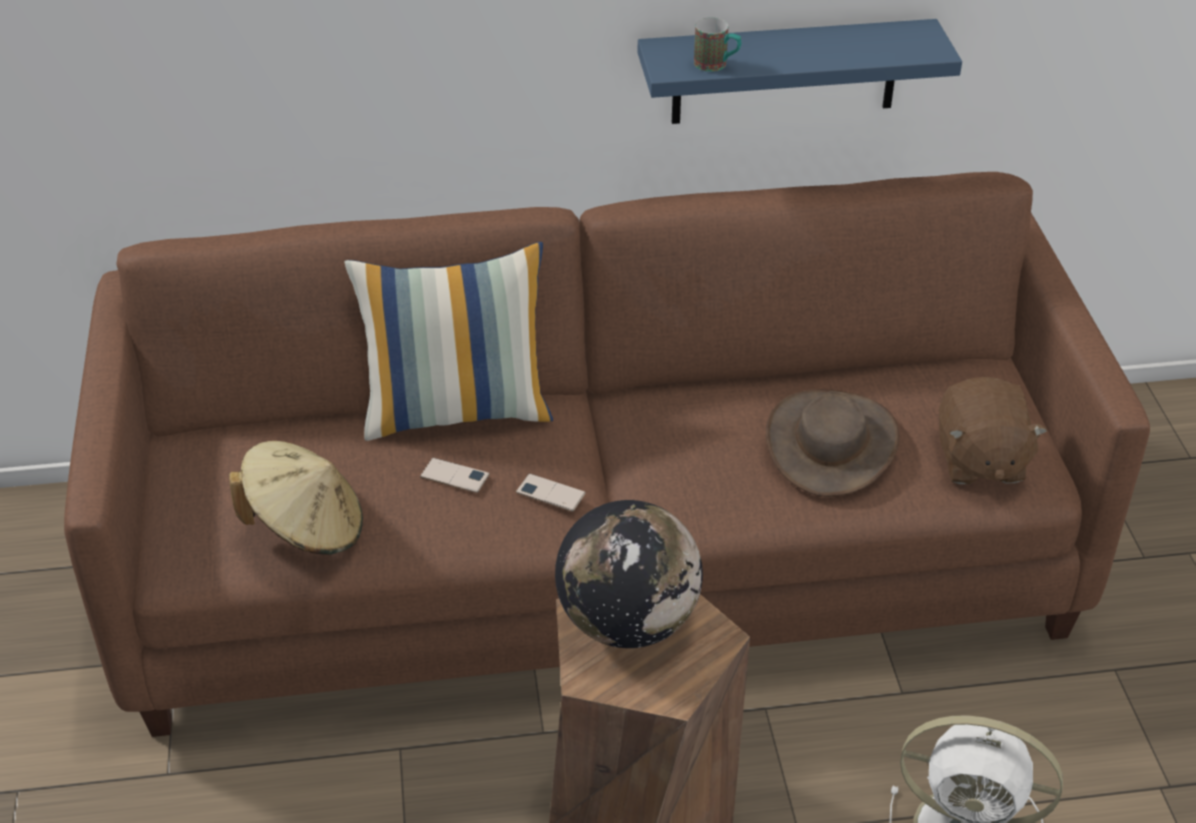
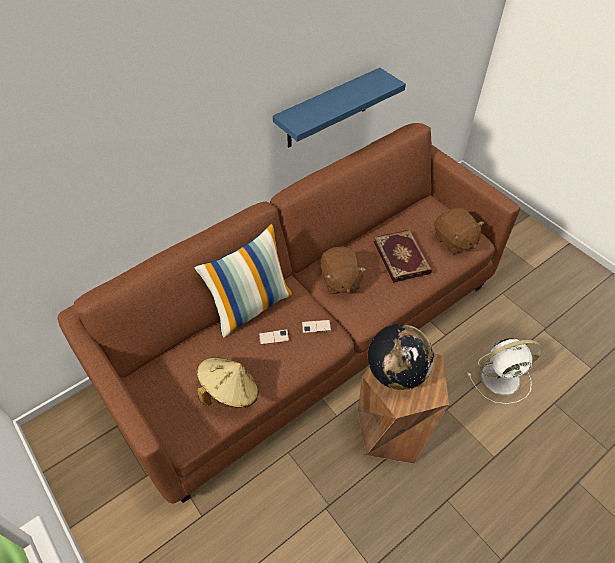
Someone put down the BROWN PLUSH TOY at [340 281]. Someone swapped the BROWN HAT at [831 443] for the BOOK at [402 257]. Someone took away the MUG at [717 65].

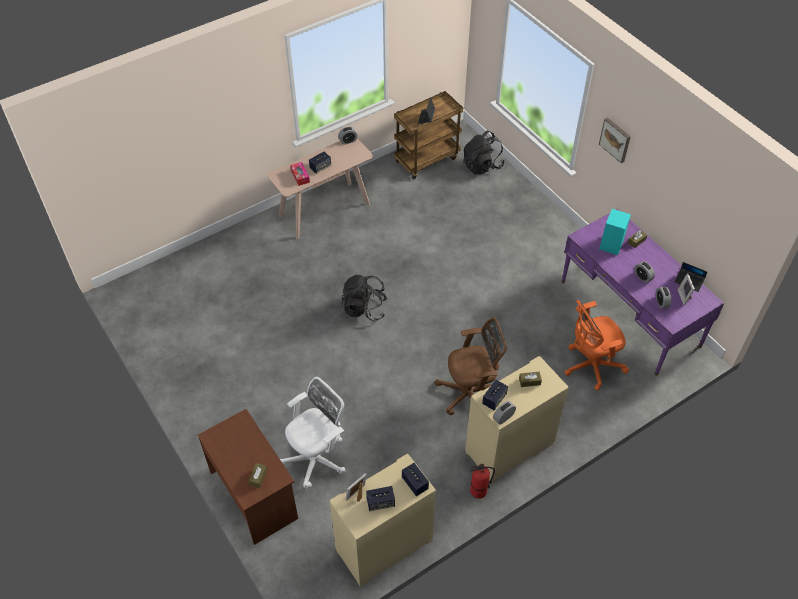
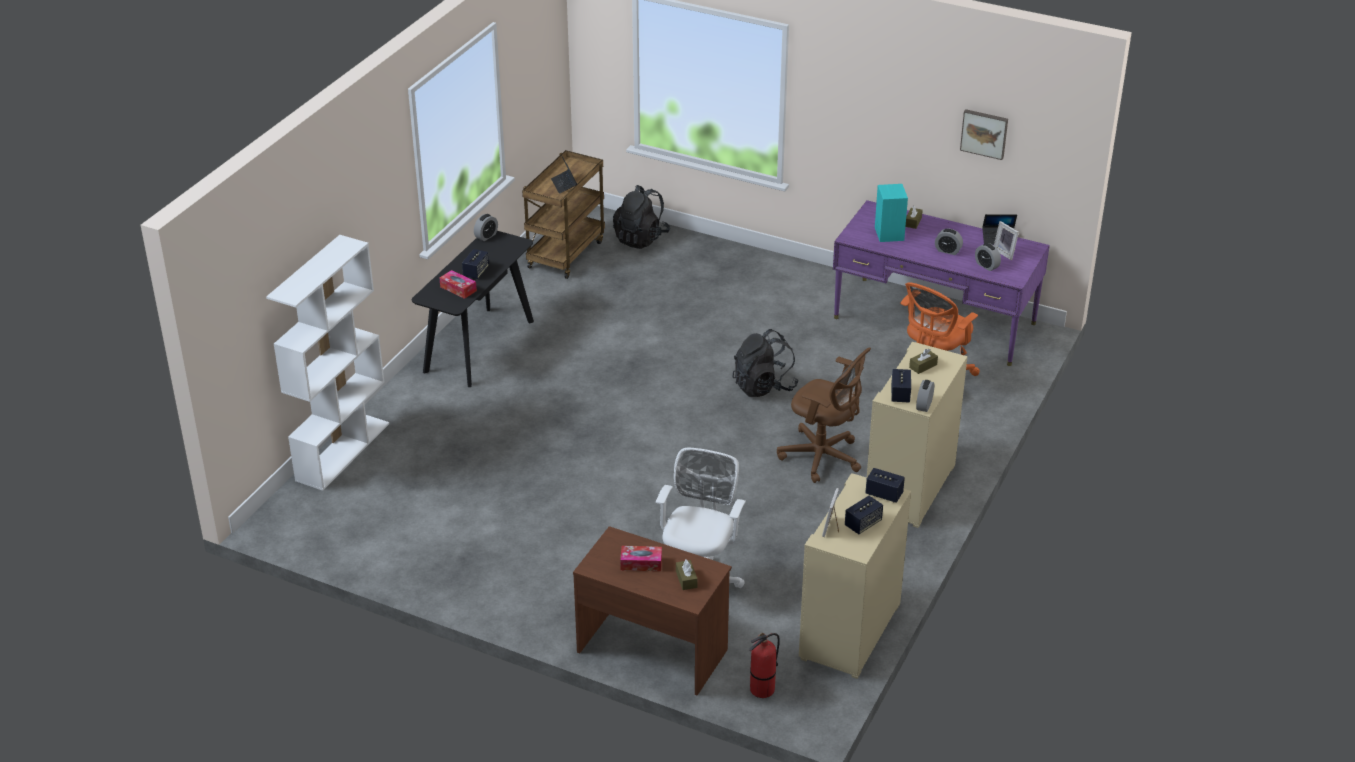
Someone put down the WHITE BOOKCASE at [342 451]. Someone repainted the BEIGE CONSOLE TABLE at [324 210], which became the BLACK CONSOLE TABLE at [479 346]. Someone put down the TISSUE BOX at [641 563]. Someone carried the BLACK BACKPACK from [364 308] to [764 386]. Someone carried the FIRE EXTINGUISHER from [478 491] to [762 690]. Someone rotated the BROWN OFFICE CHAIR at [470 394] by 75 degrees clockwise. Someone carried the PICTURE from [615 139] to [984 133].

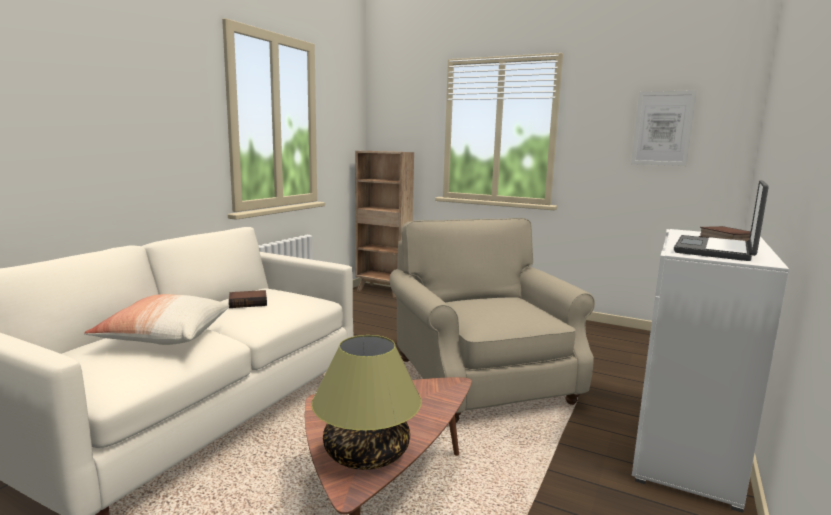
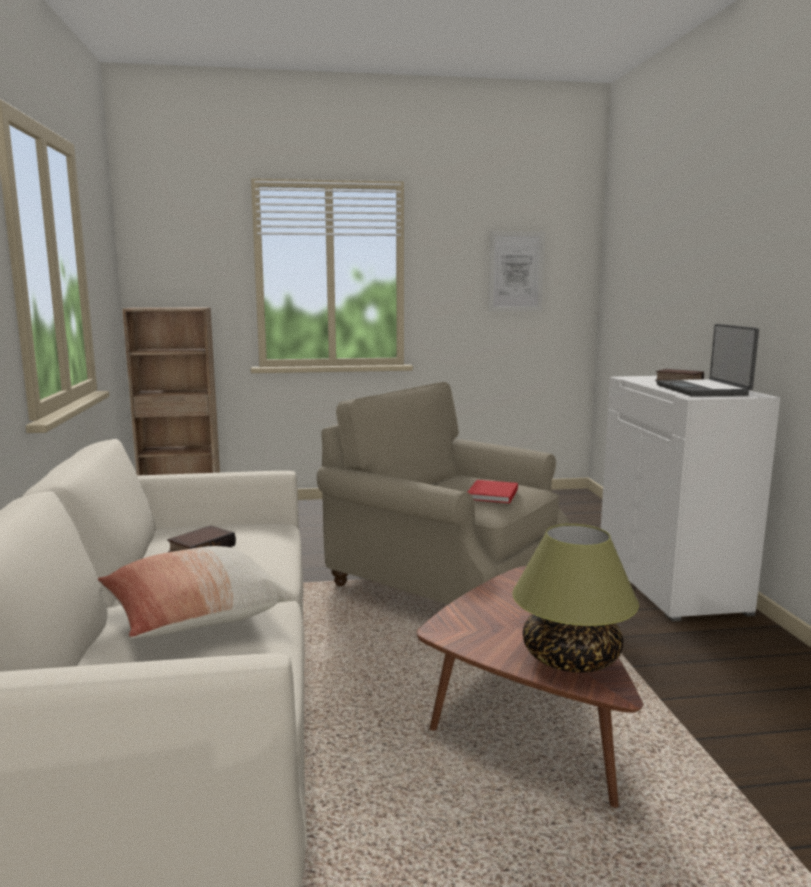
Someone put down the RED BOOK at [492 494].

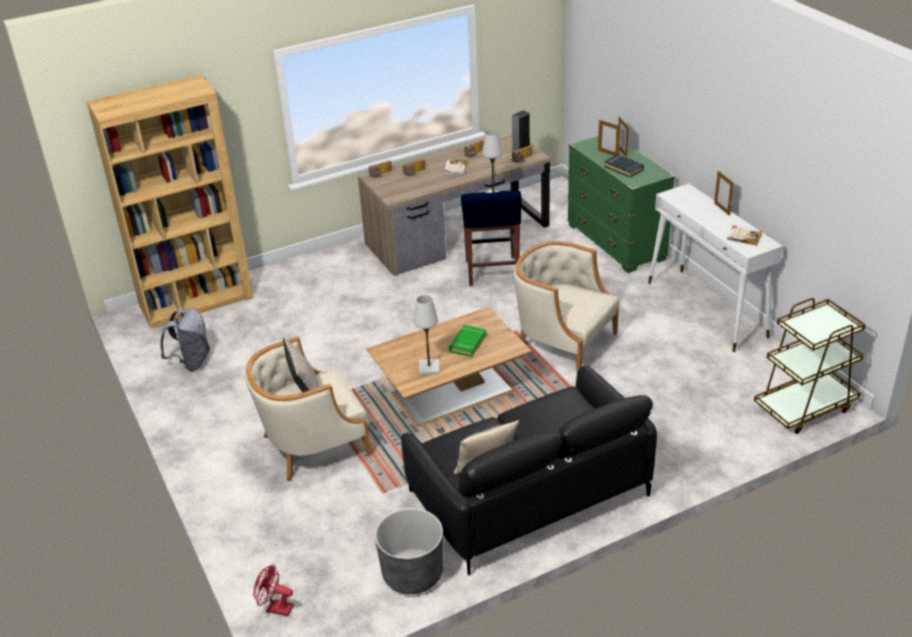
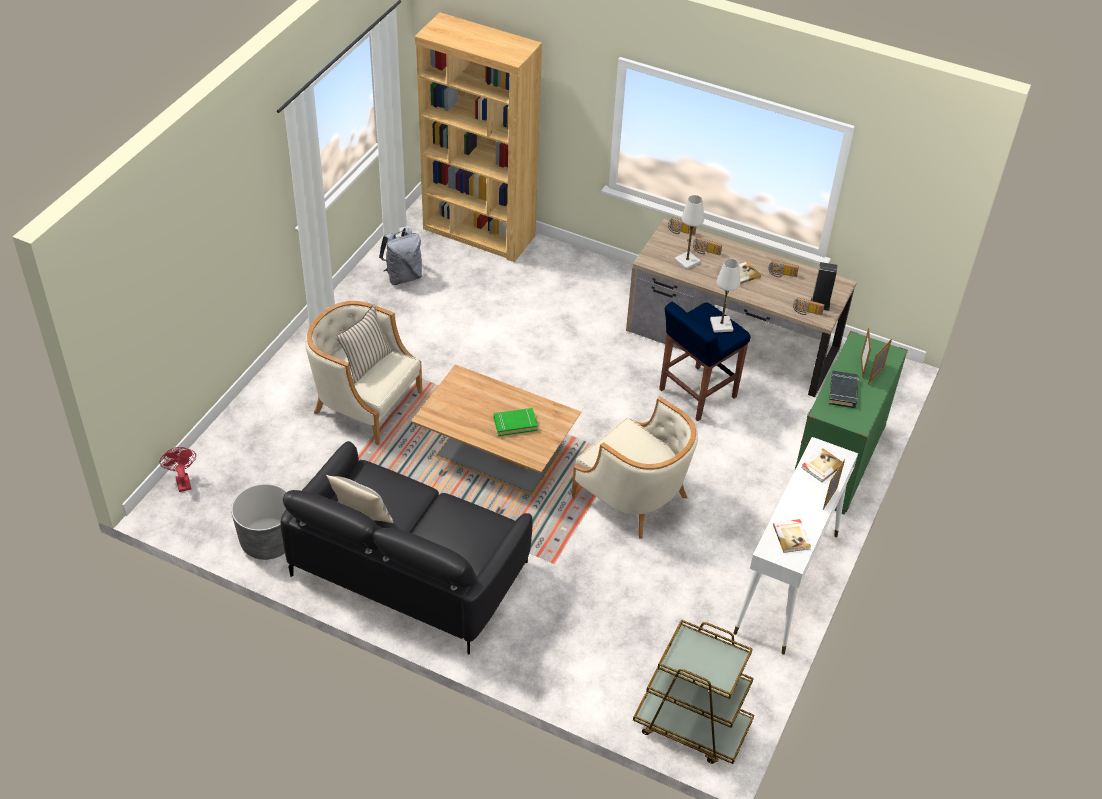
Someone rotated the BEIGE ARMCHAIR at [563 342] by 135 degrees clockwise. Someone carried the WHITE TABLE LAMP from [429 368] to [687 261]. Someone put down the BOOK at [821 466].

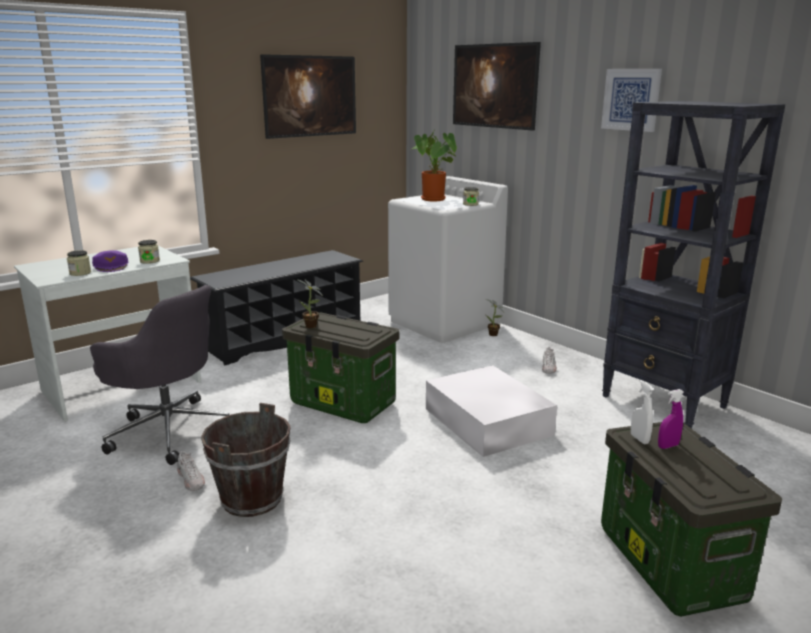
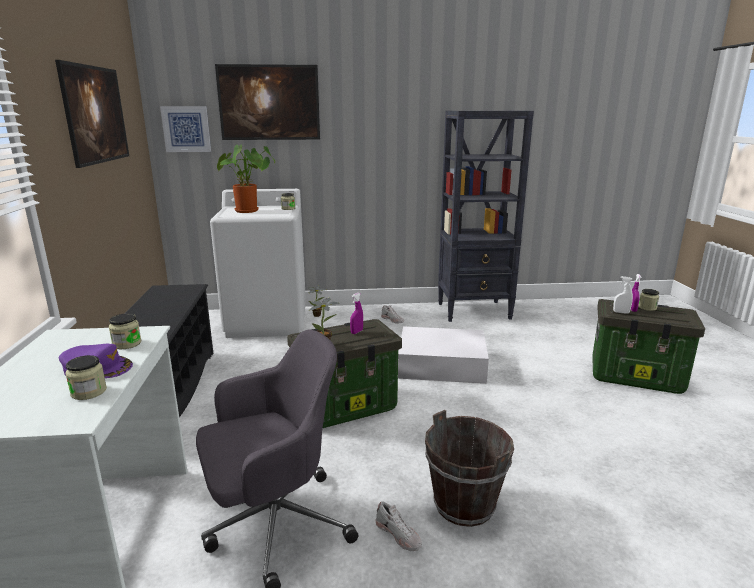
Someone carried the PICTURE from [631 99] to [186 129]. Someone put down the PURPLE SPRAY BOTTLE at [357 332]. Someone rotated the WHITE SHOE at [191 480] by 45 degrees clockwise. Someone put down the JAR at [647 308].

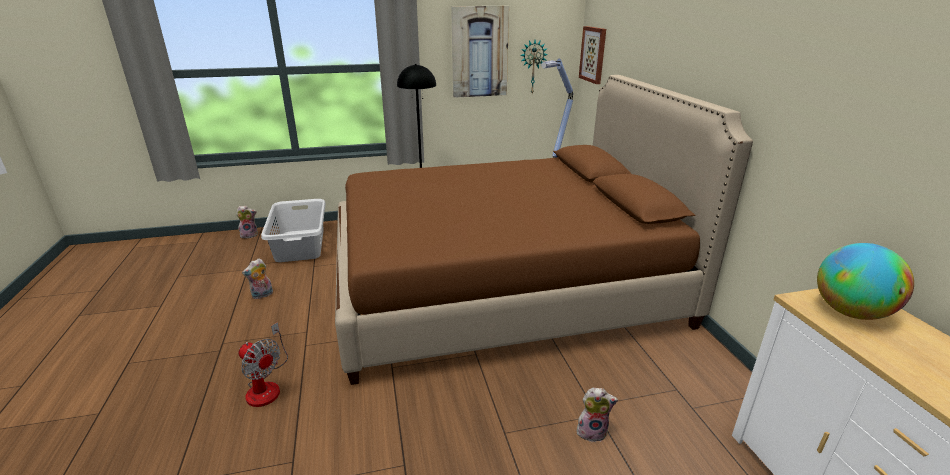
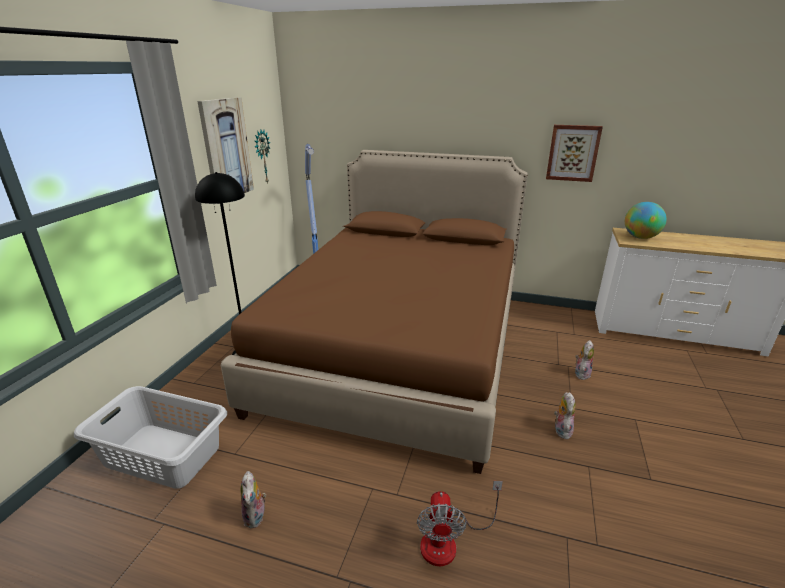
Someone rotated the FAN at [266 386] by 120 degrees clockwise. Someone carried the PICTURE from [593 54] to [573 153]. Someone carried the PLUSH TOY from [250 235] to [561 430].

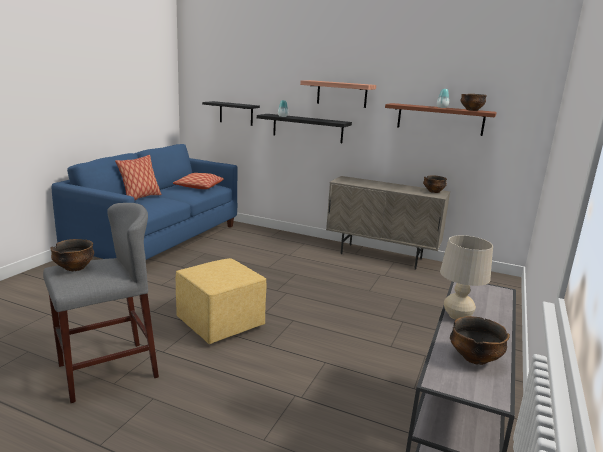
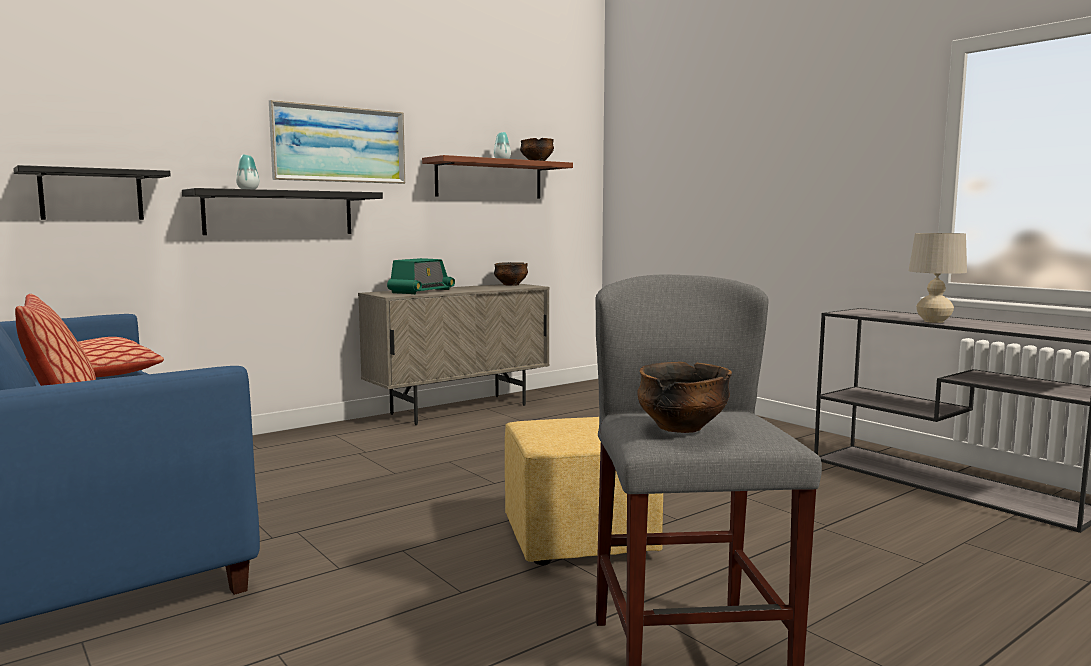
Someone swapped the SHELF at [341 94] for the PICTURE at [339 144]. Someone put down the RADIO at [421 291]. Someone took away the BOWL at [474 358].

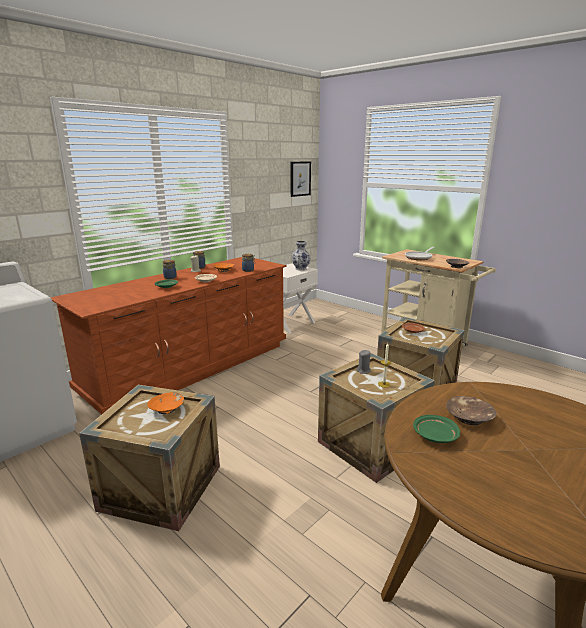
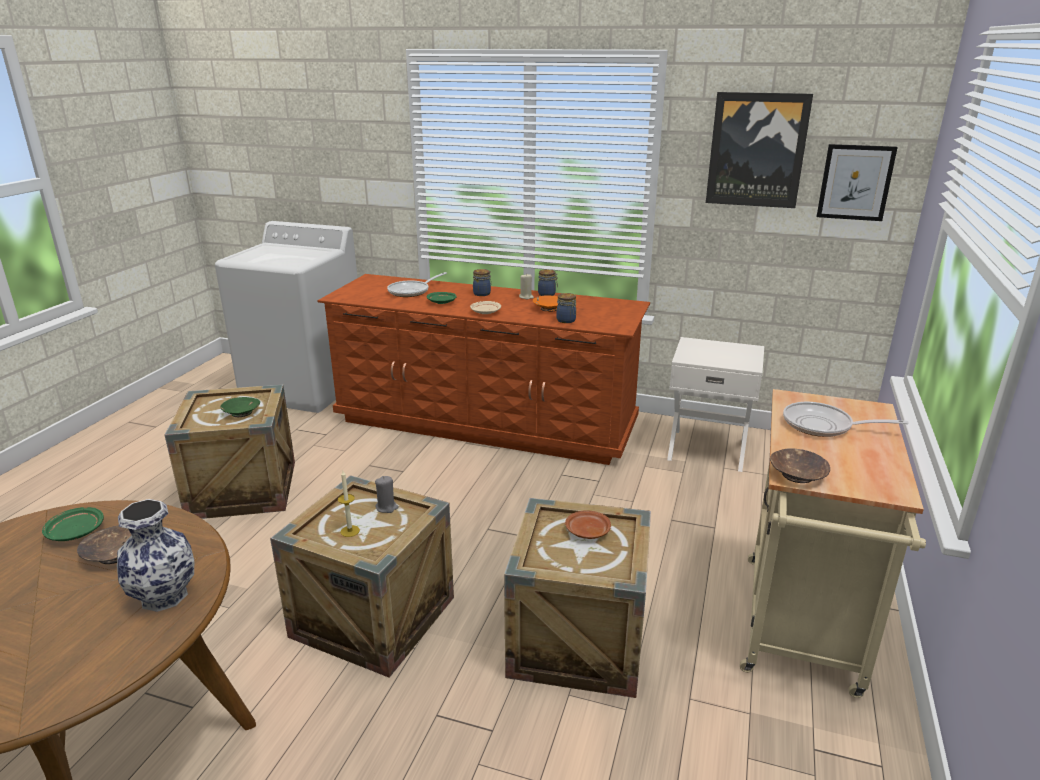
Someone carried the VASE from [301 269] to [165 596]. Someone repainted the ORANGE BOWL at [167 409], which became the GREEN BOWL at [241 413]. Someone put down the FRYING PAN at [412 291]. Someone put up the PICTURE at [757 150].

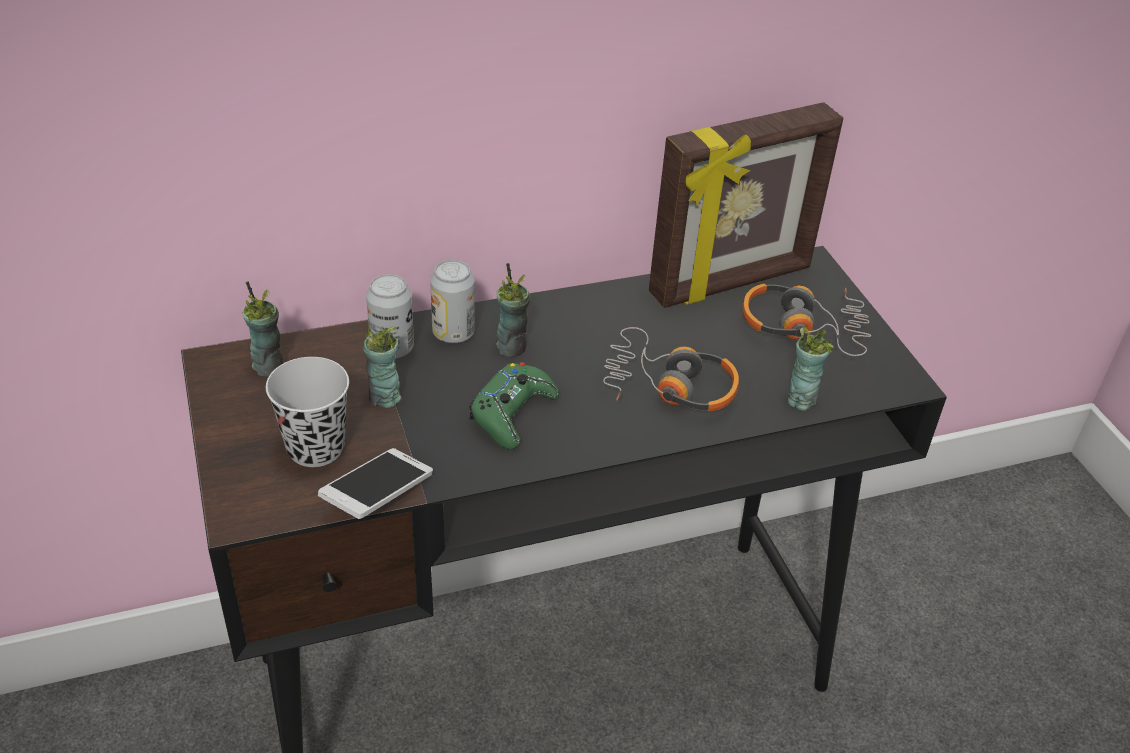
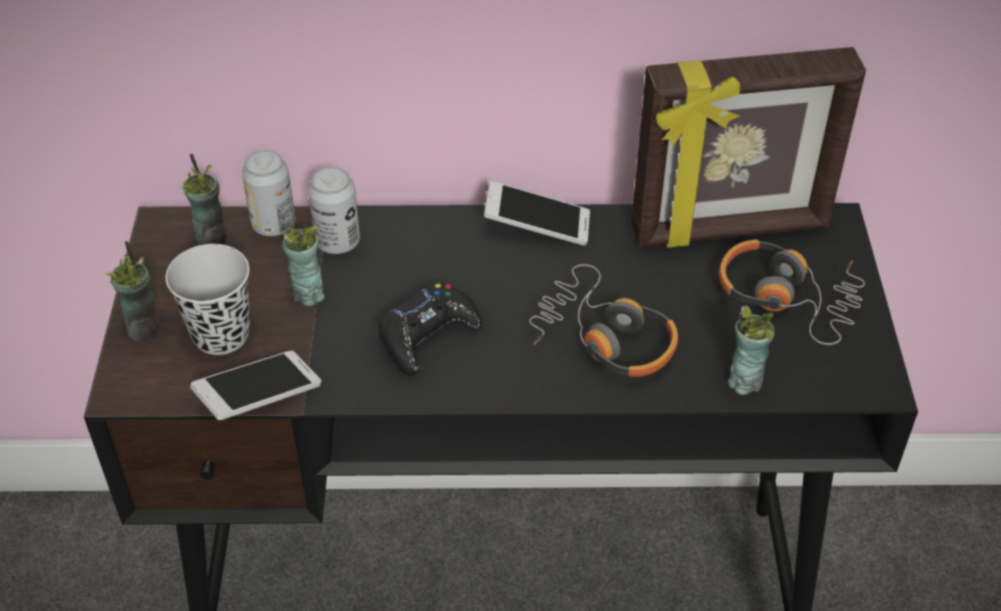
Someone carried the CUP from [512 347] to [144 329]. Someone carried the CAN from [453 333] to [274 224]. Someone repainted the GREEN GAME CONTROLLER at [512 413], which became the BLACK GAME CONTROLLER at [427 336]. Someone put down the PHONE at [537 226].

